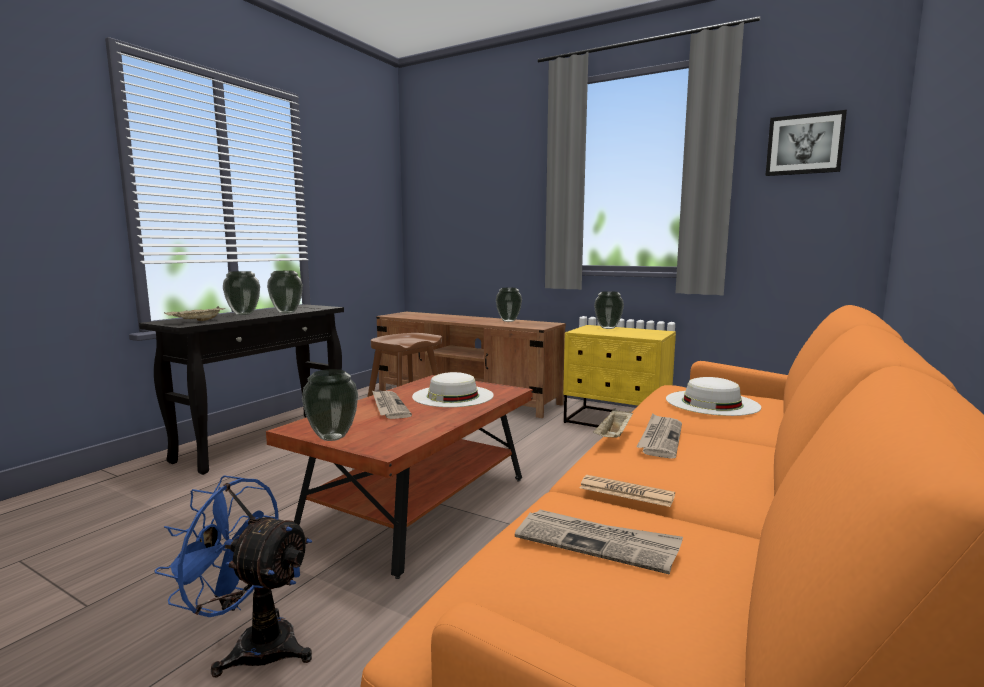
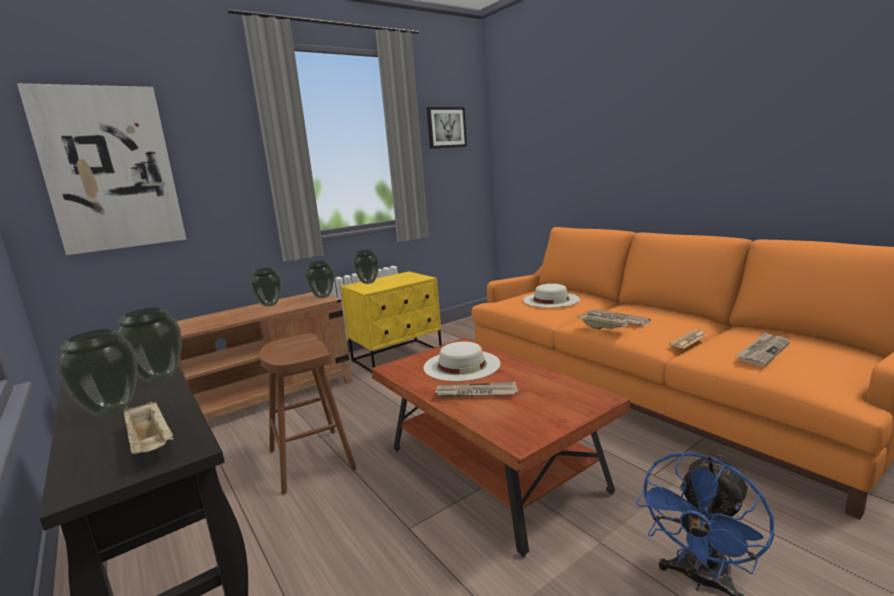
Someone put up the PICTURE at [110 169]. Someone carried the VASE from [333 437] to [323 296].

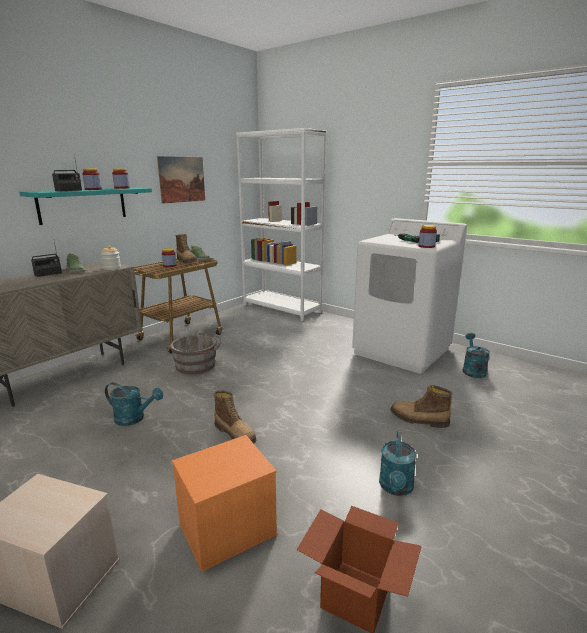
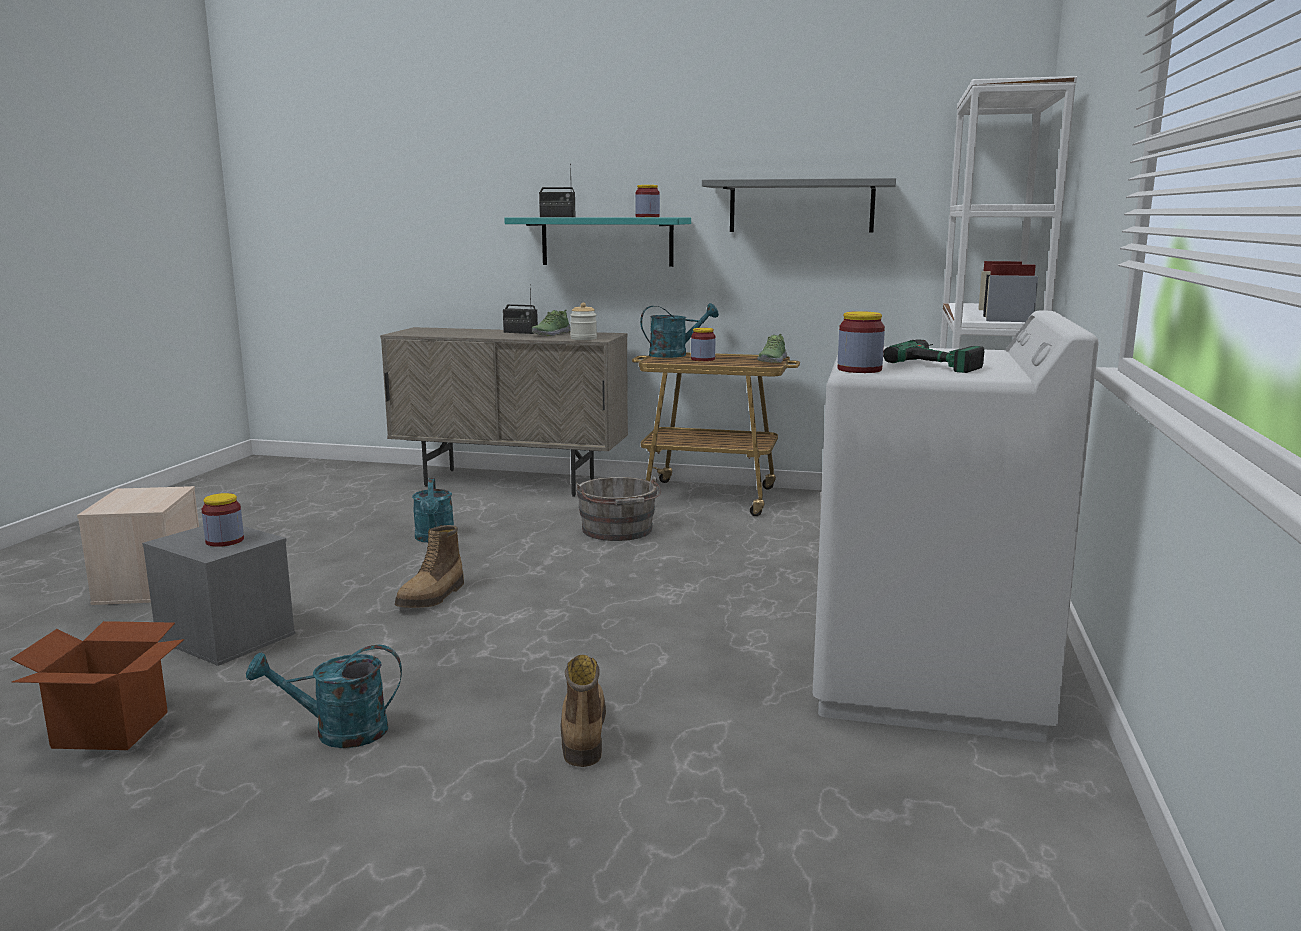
Someone repainted the ORANGE STORAGE BOX at [226 530], which became the GREY STORAGE BOX at [223 637]. Someone carried the JAR from [93 189] to [225 541]. Someone carried the TURQUOISE WATERING CAN from [472 370] to [675 354]. Someone swapped the PICTURE at [182 179] for the GREY SHELF at [801 206]. Someone took away the BOOT at [187 261].

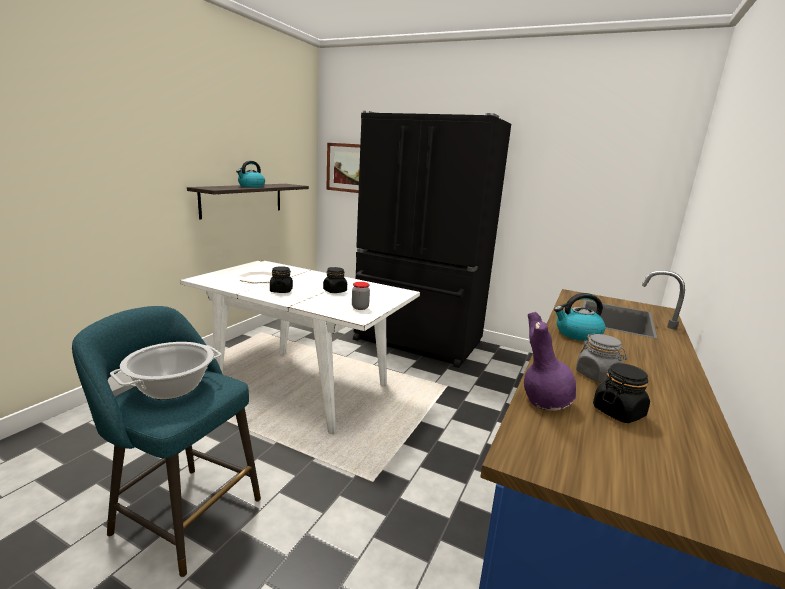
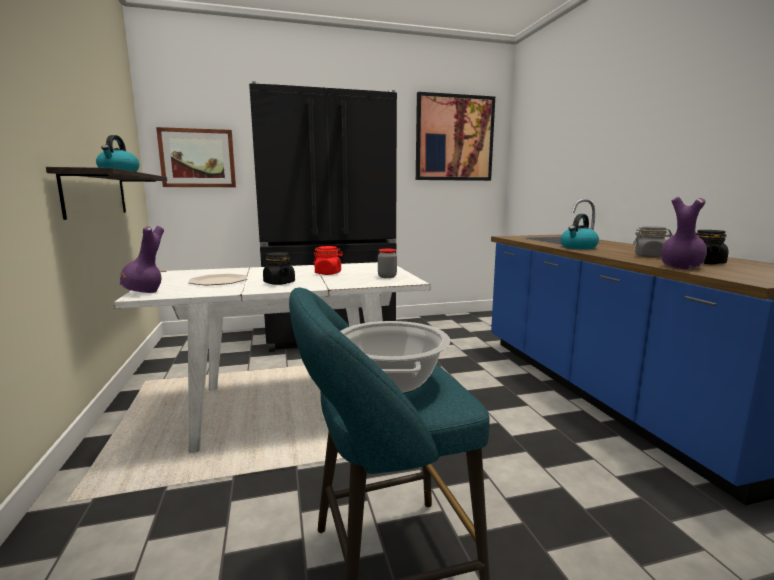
Someone put down the PURPLE VASE at [144 292]. Someone repainted the BLACK JAR at [335 291], which became the RED JAR at [328 273]. Someone put up the PICTURE at [454 138].

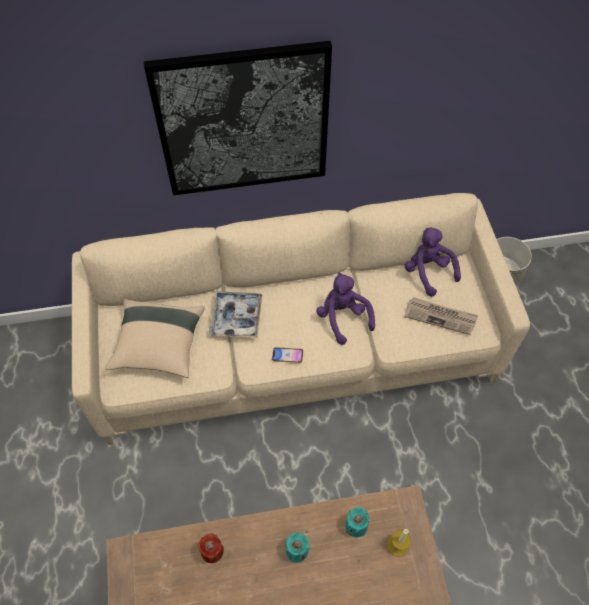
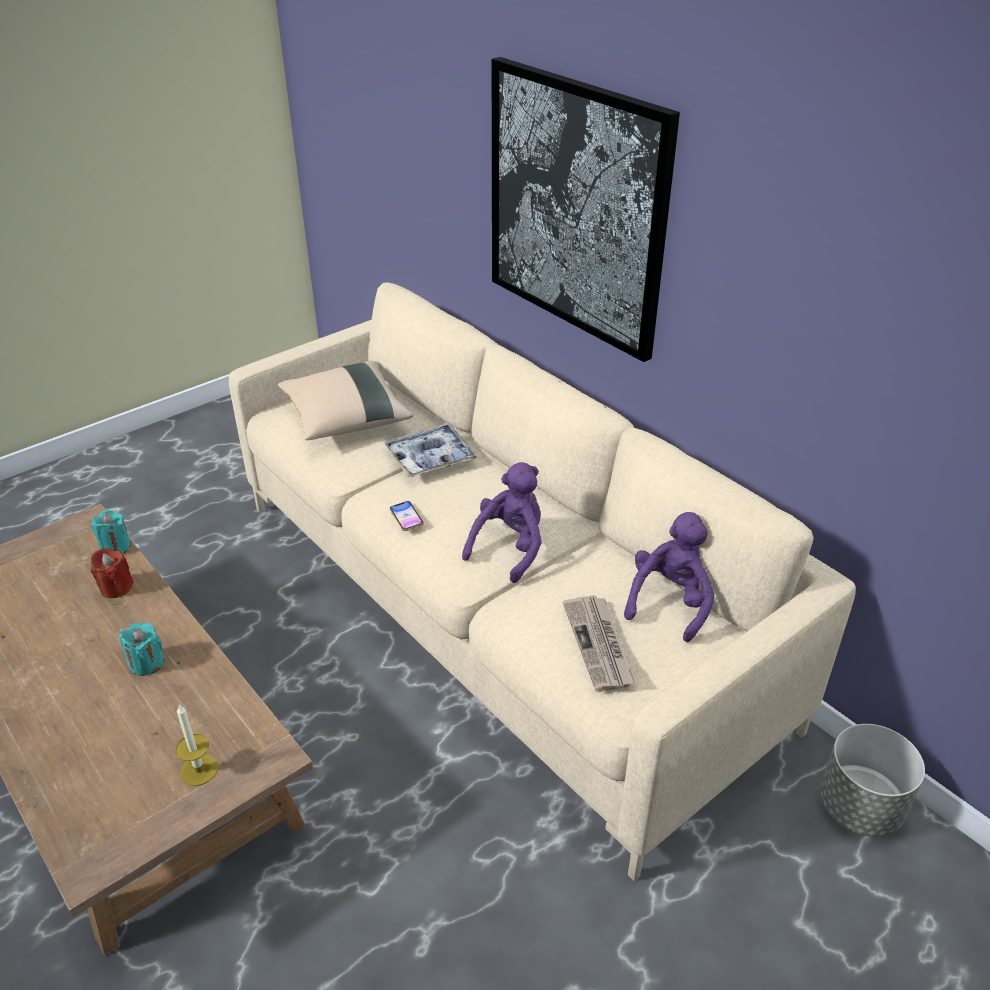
Someone carried the TURQUOISE CANDLE from [356 526] to [115 547].

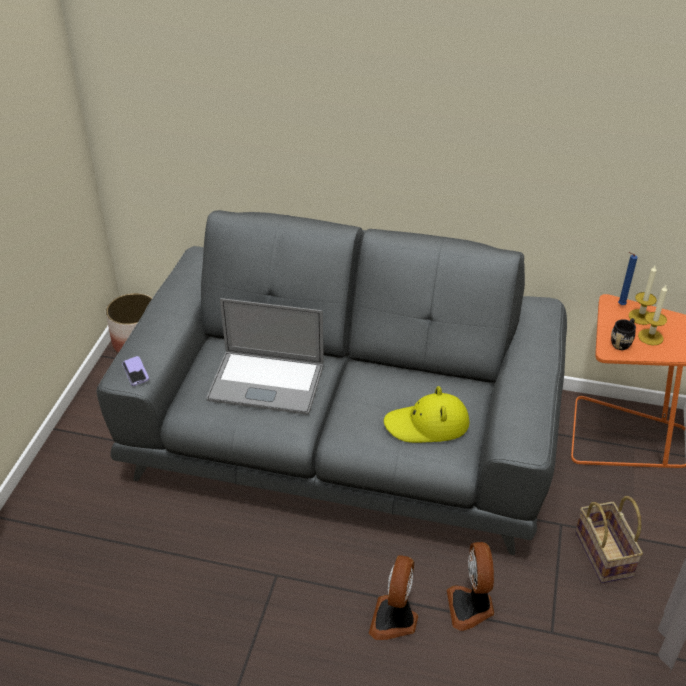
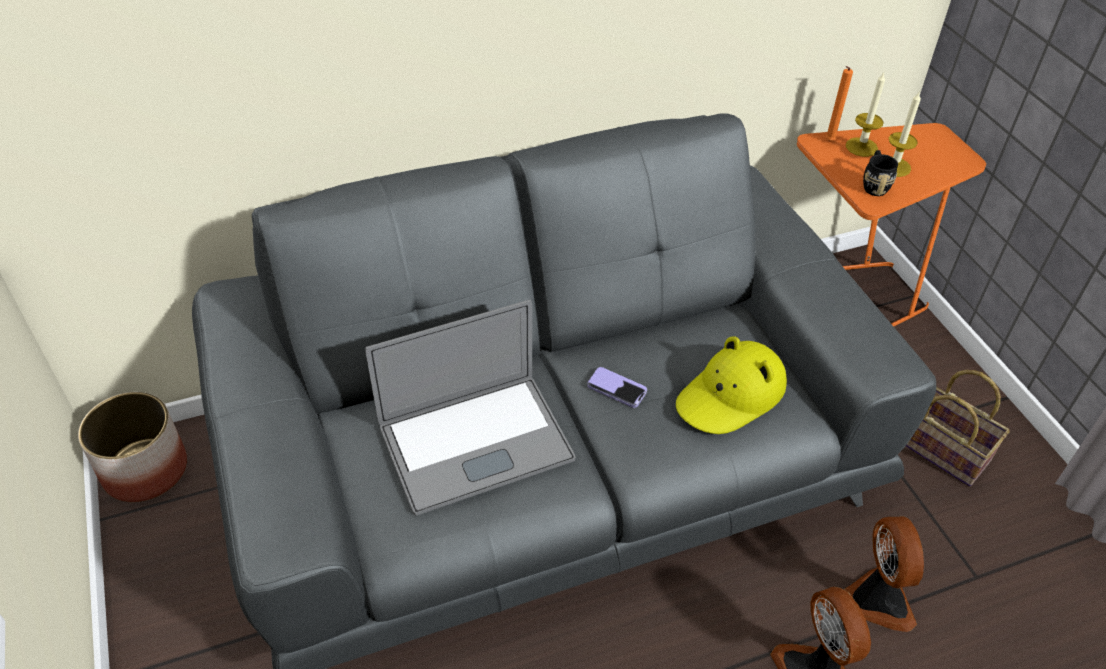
Someone carried the PHONE from [135 372] to [617 389]. Someone repainted the BLUE CANDLE at [620 305], which became the ORANGE CANDLE at [828 142]. Someone rotated the FAN at [471 607] by 150 degrees counterclockwise.

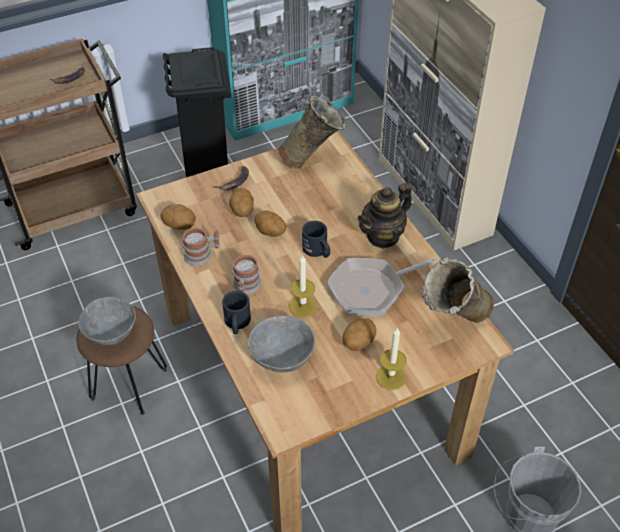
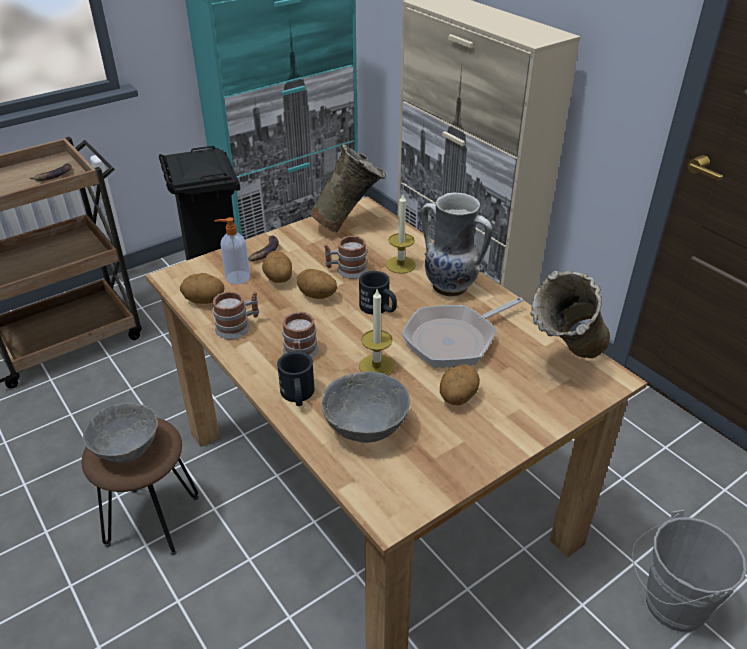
Someone put down the SOAP DISPENSER at [236 277]. Someone put down the MUG at [346 271]. Someone carried the CANDLE from [391 377] to [400 265]. Someone swapped the TEAPOT at [383 236] for the VASE at [450 286].

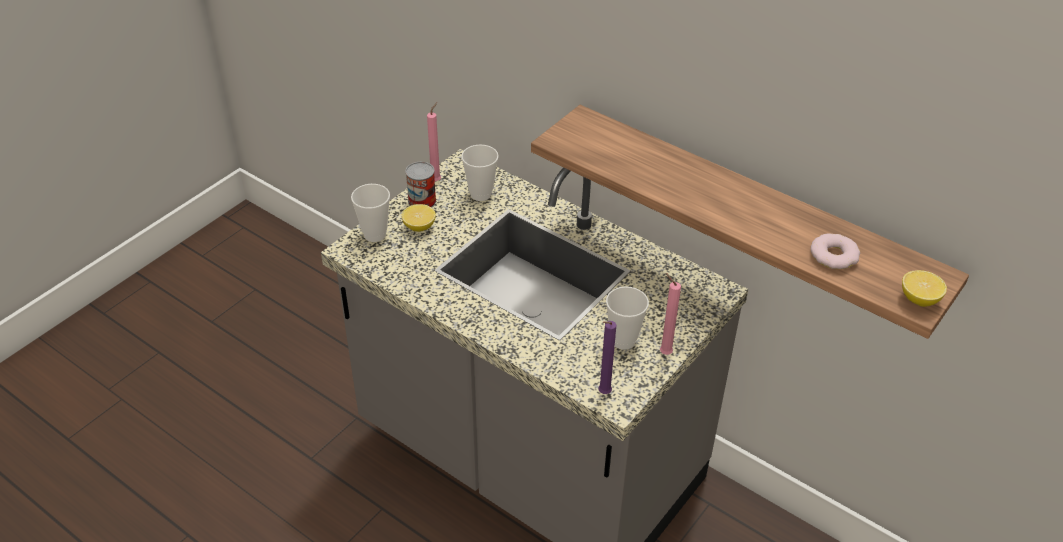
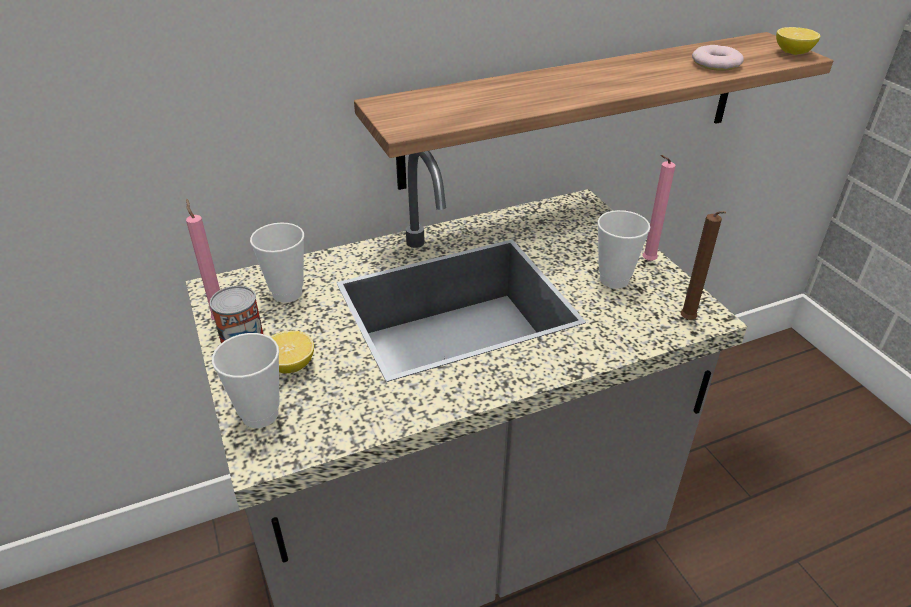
Someone repainted the PURPLE CANDLE at [603 393], which became the BROWN CANDLE at [688 321].

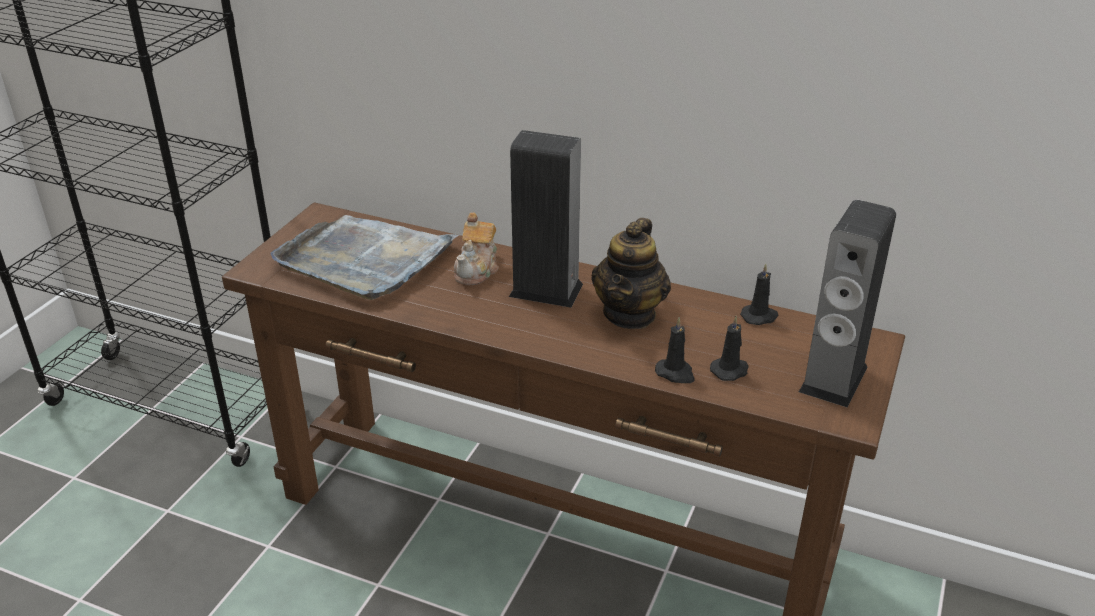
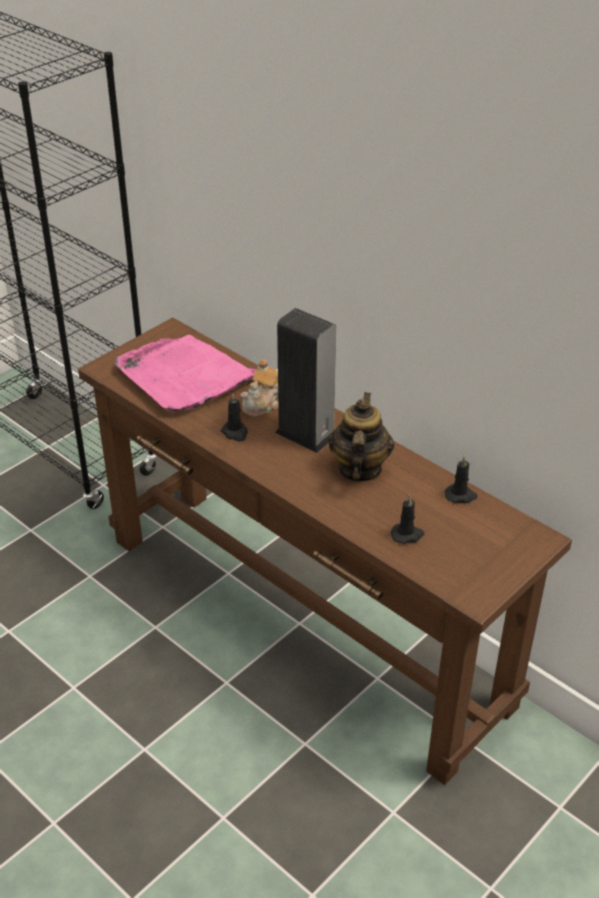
Someone repainted the GREY TRAY at [364 260], which became the PINK TRAY at [185 377]. Someone carried the BLACK CANDLE from [675 373] to [235 433]. Someone rotated the TEAPOT at [630 314] by 150 degrees clockwise. Someone took away the SPEAKER at [833 379].

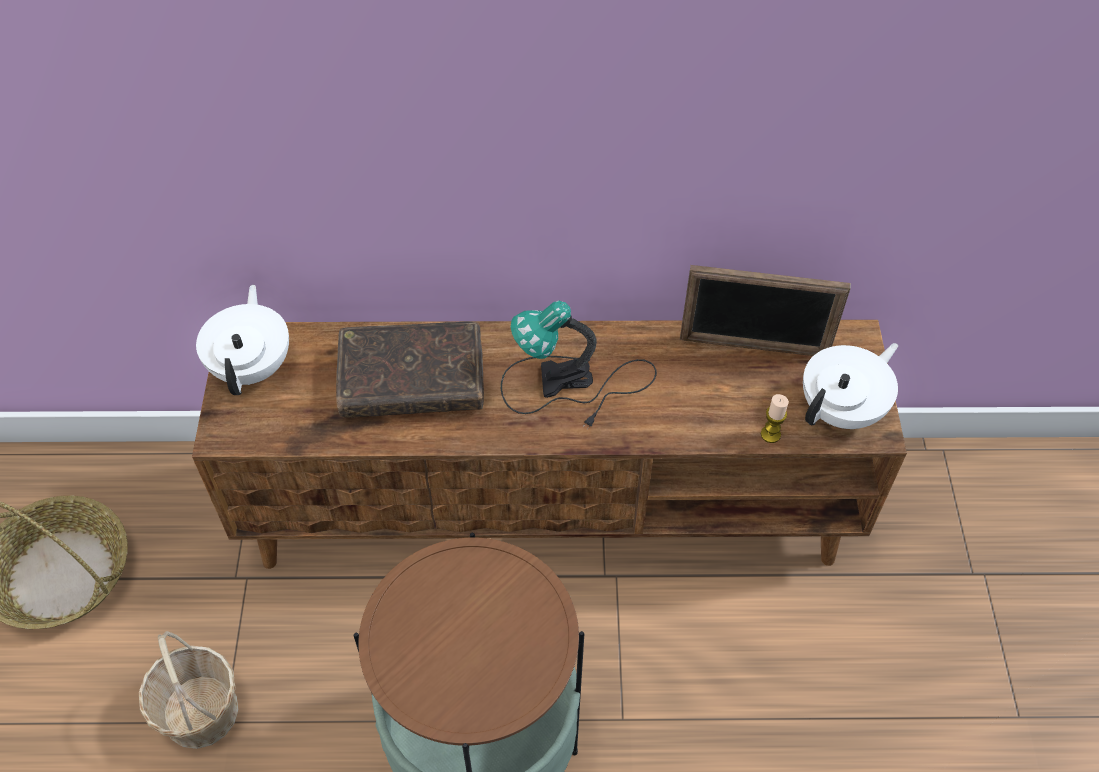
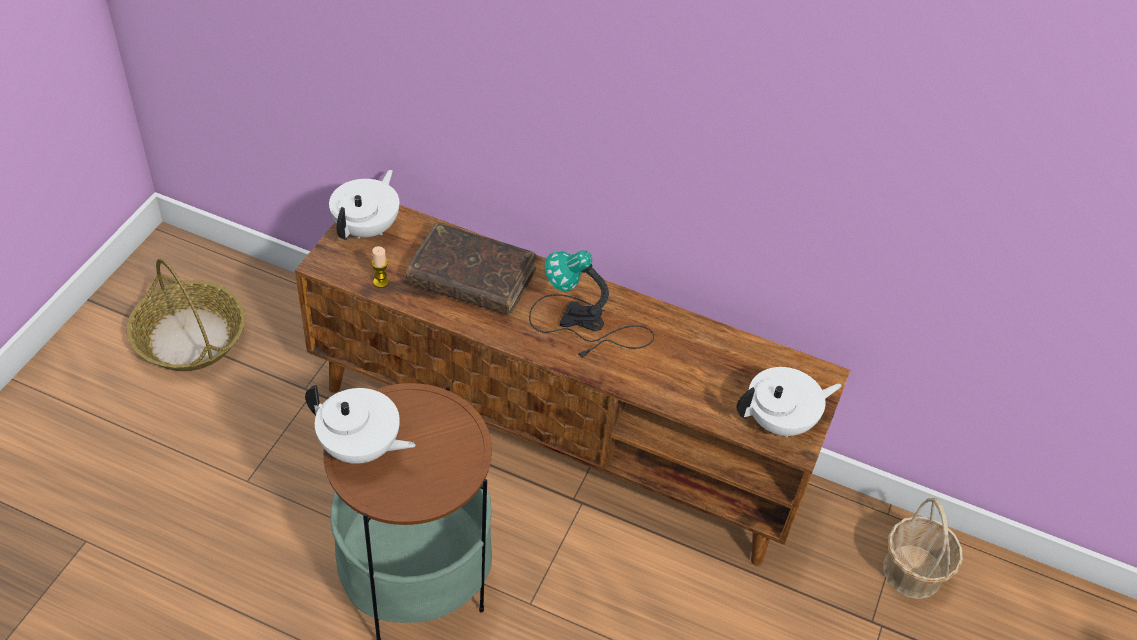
Someone put down the WHITE TEAPOT at [360 448]. Someone carried the CANDLE from [770 434] to [381 282]. Someone carried the BASKET from [200 712] to [912 572]. Someone took away the PICTURE FRAME at [753 347].

